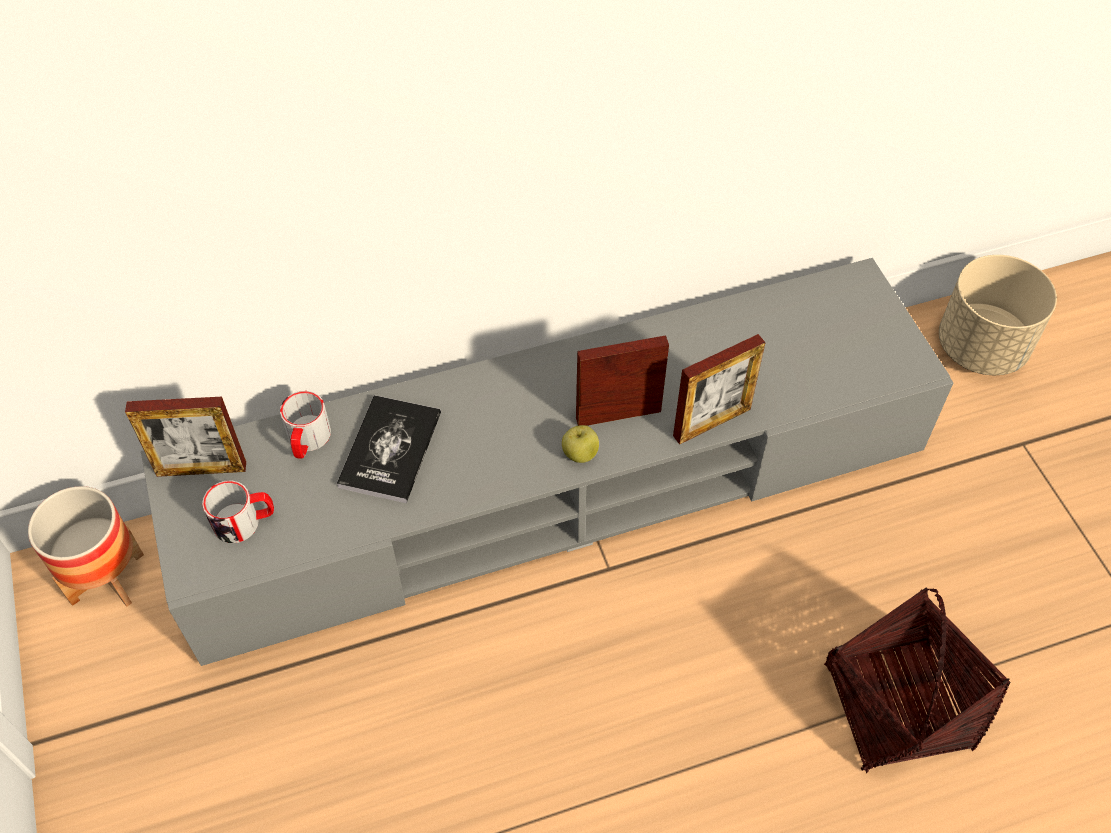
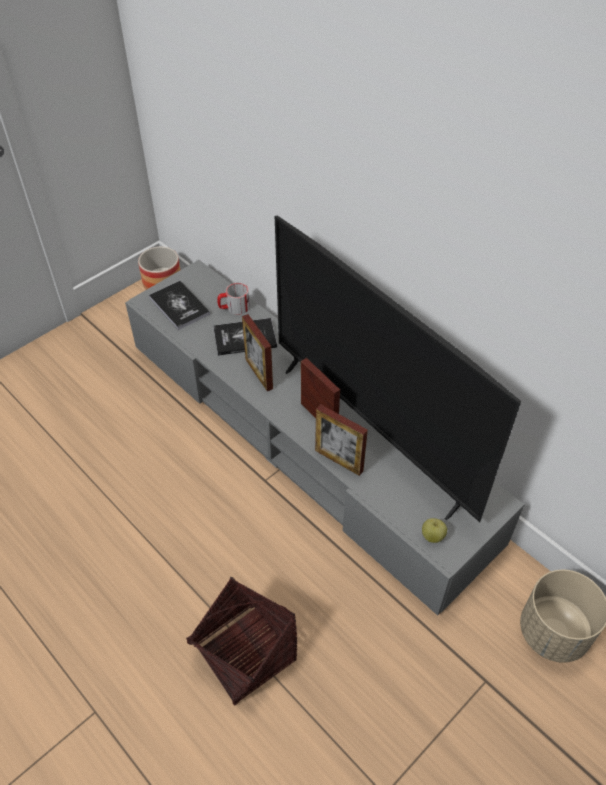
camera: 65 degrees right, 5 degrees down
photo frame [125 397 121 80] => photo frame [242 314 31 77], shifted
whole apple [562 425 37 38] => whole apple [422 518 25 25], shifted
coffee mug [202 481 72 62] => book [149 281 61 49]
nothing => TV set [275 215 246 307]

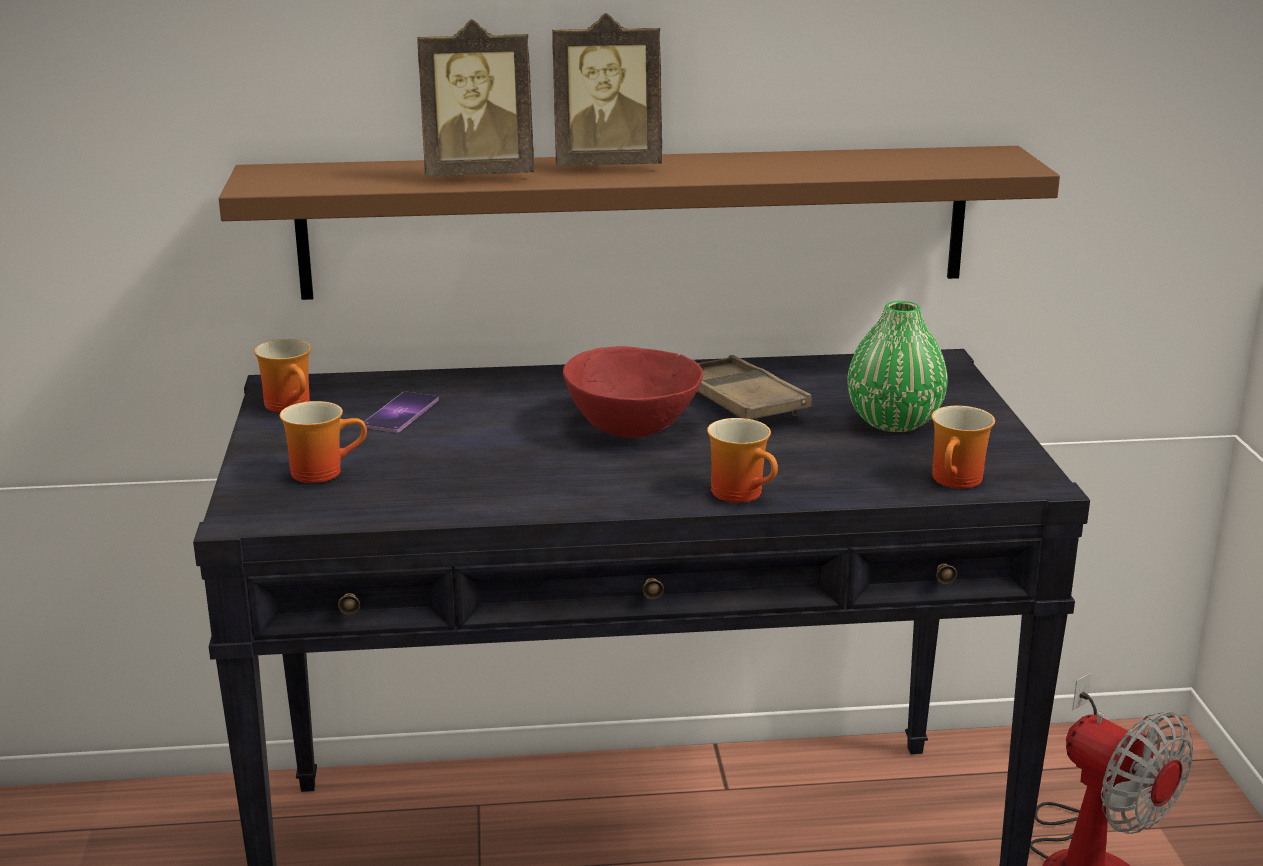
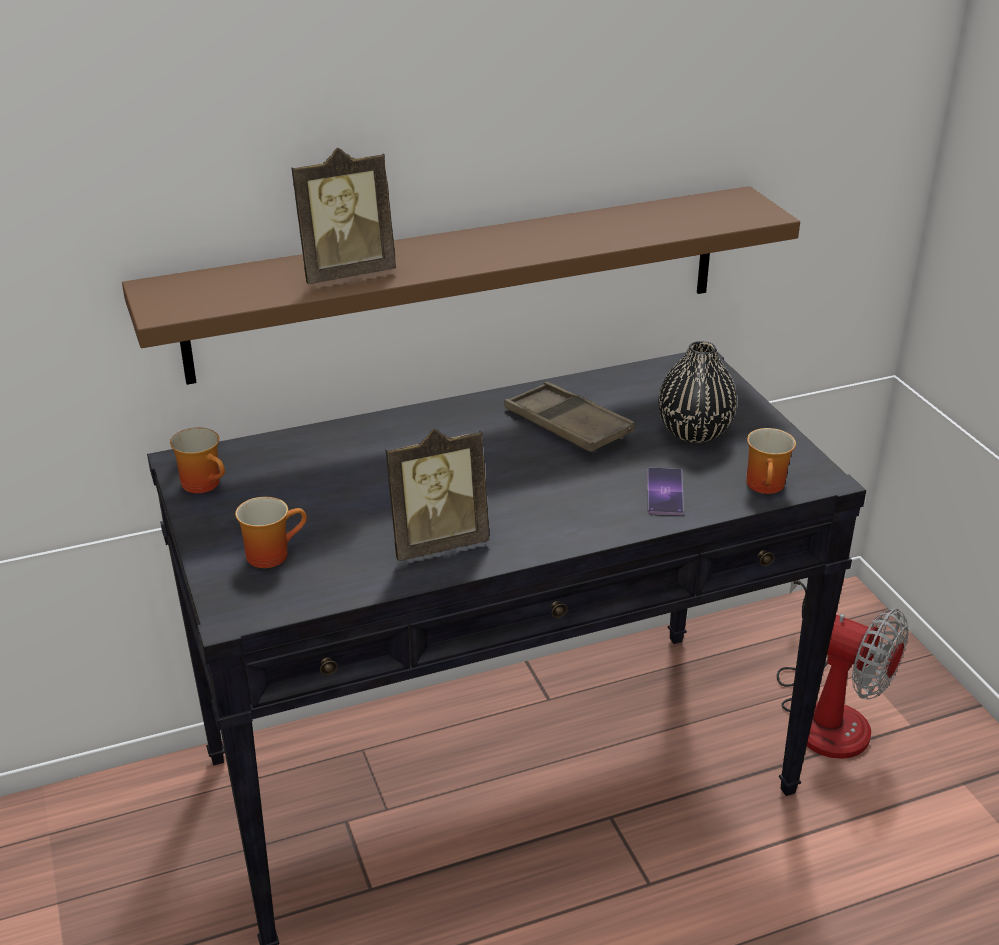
camera: 15 degrees left, 10 degrees up
photo frame [552 13 110 153] => photo frame [385 429 104 132], shifted
green decorative vase [847 301 101 131] => black decorative vase [658 341 79 102]
reddish bowl [563 346 140 92] => nothing
phone [364 391 75 42] => phone [648 468 36 47], shifted
coffee mug [707 418 71 84] => nothing

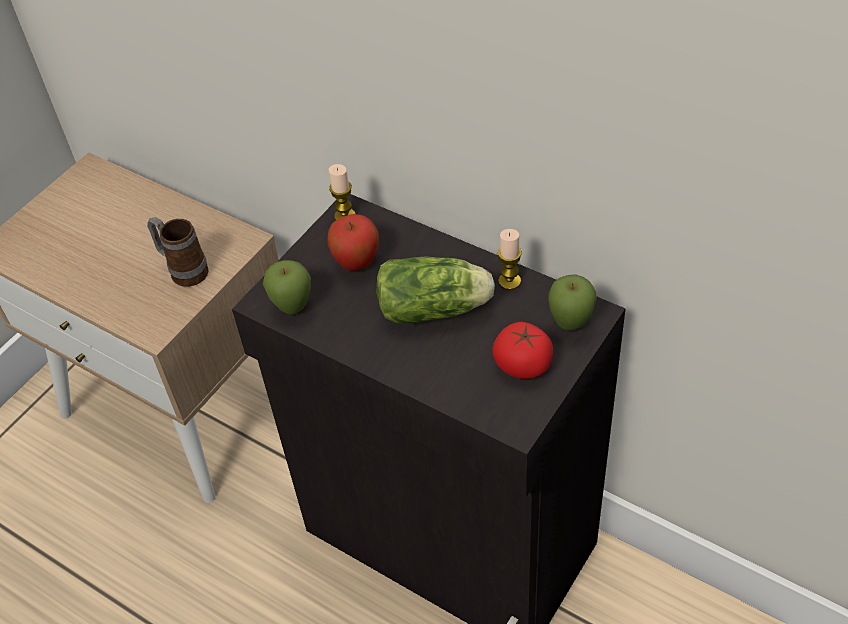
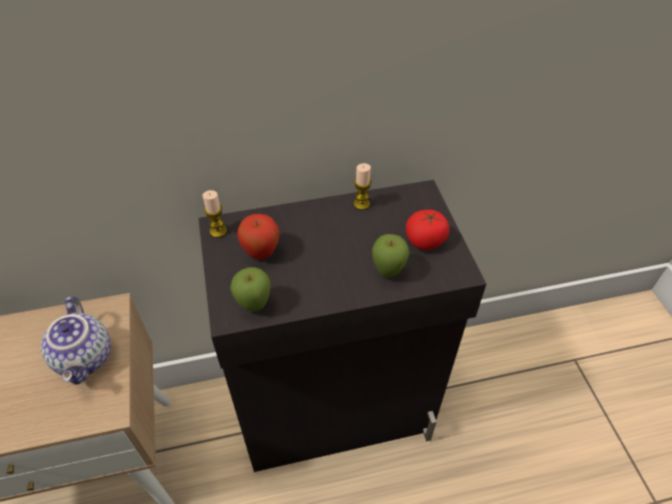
camera: 50 degrees left, 0 degrees up
coffee mug [147 217 62 70] => pot for tea [41 296 70 89]
lettuce [376 256 119 68] => nothing
whole apple [549 274 48 56] => whole apple [372 234 38 43], shifted

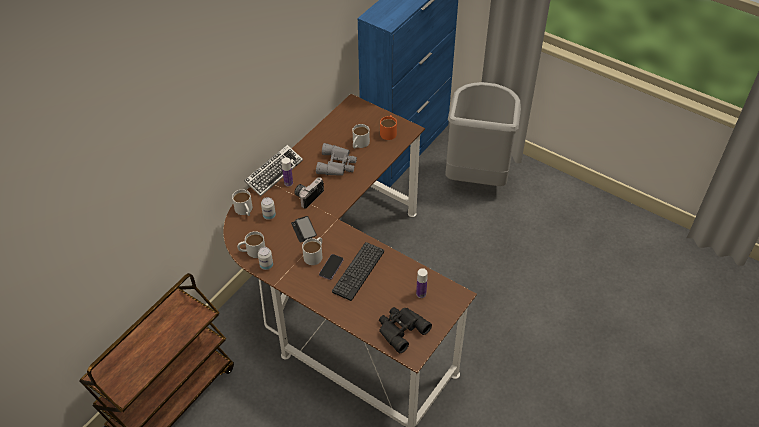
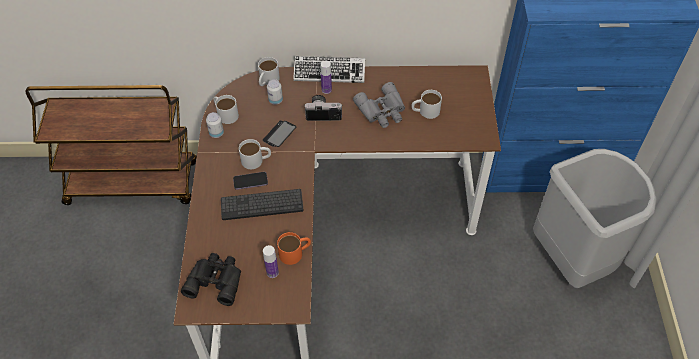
camera: 55 degrees right, 5 degrees up
orange coffee mug [380 115 17 25] => orange coffee mug [277 232 34 33], shifted

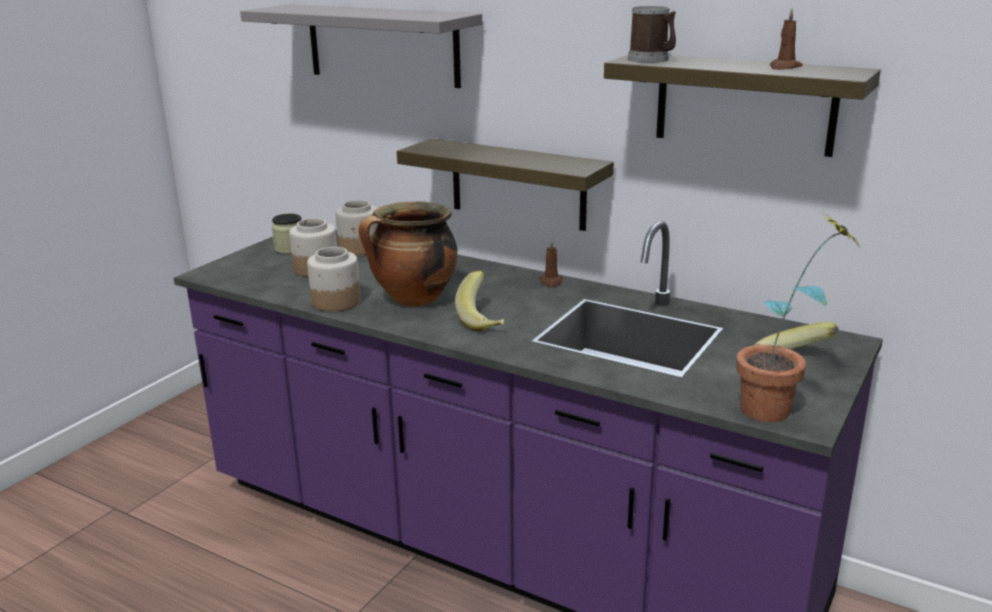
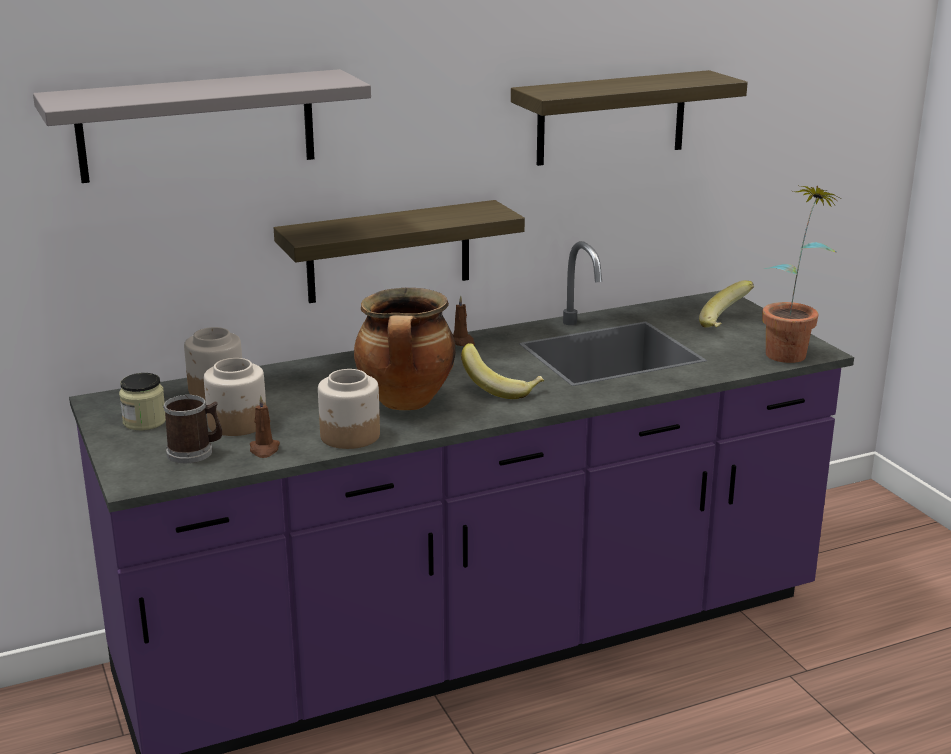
camera: 55 degrees left, 0 degrees up
coffee mug [628 6 48 57] => coffee mug [163 395 59 68], shifted
brownish wax candle [770 8 33 62] => brownish wax candle [250 395 30 63], shifted

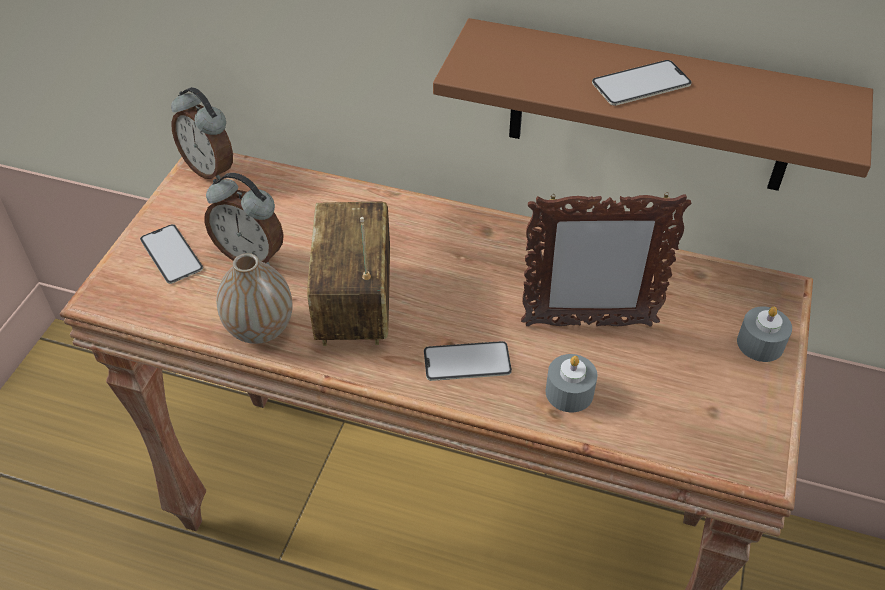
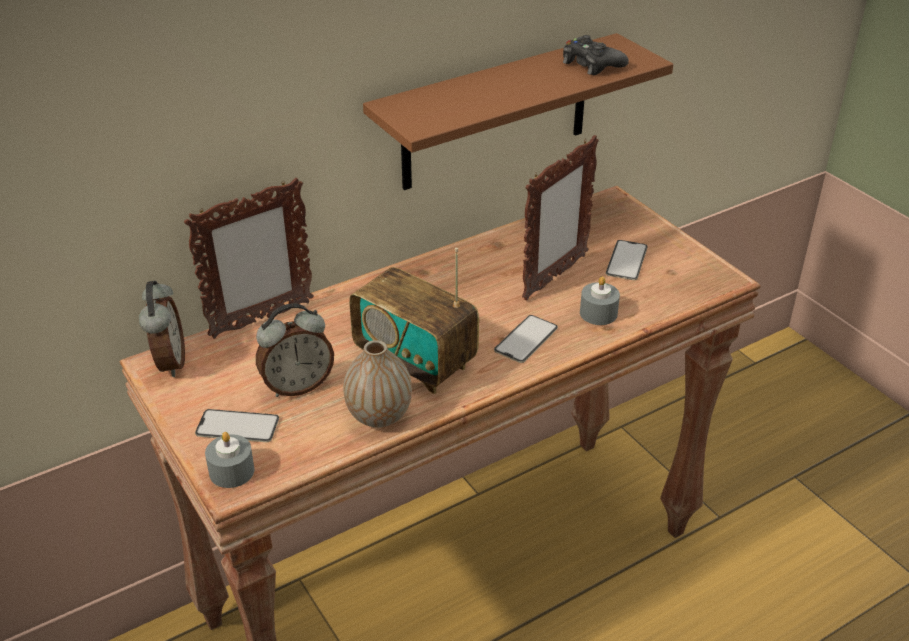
camera: 50 degrees left, 10 degrees down
phone [592 60 100 46] => phone [606 240 42 40], shifted
bedside clock [171 87 62 93] => bedside clock [139 281 46 96], 90 degrees counterclockwise
gray wax candle [737 306 55 56] => gray wax candle [205 432 50 56], shifted
nothing => black gamepad [563 35 66 40]
nothing => photo frame [184 178 130 161]

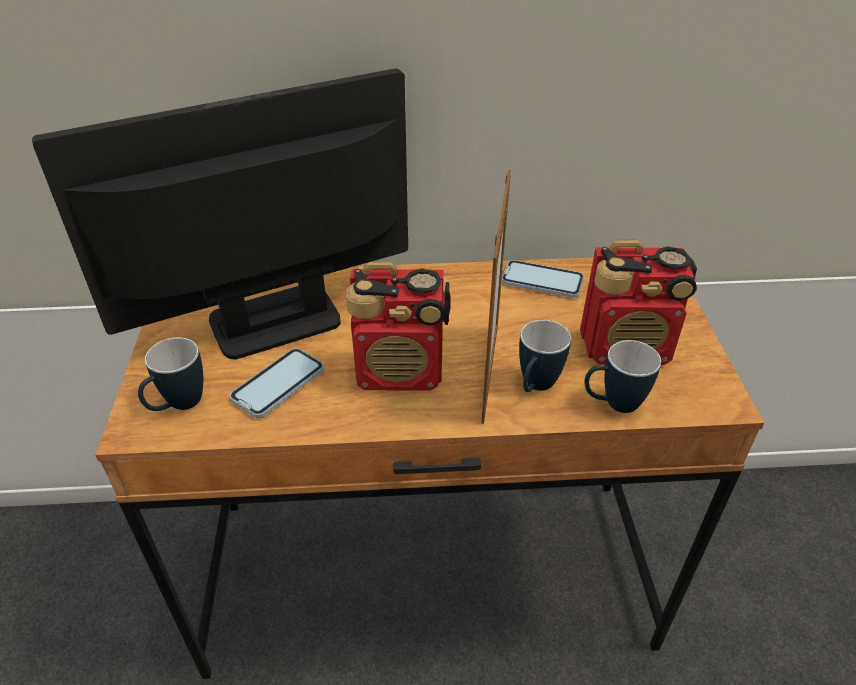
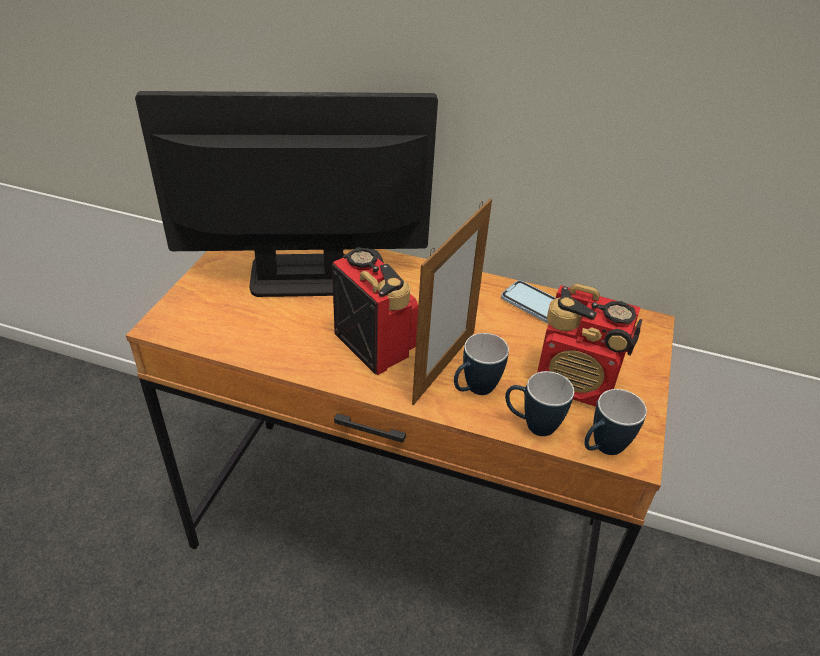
camera: 20 degrees right, 0 degrees up
radio [346 262 105 129] => radio [332 247 86 128], 150 degrees counterclockwise
coffee mug [138 337 65 74] => coffee mug [584 389 63 66], shifted
phone [230 348 94 70] => nothing

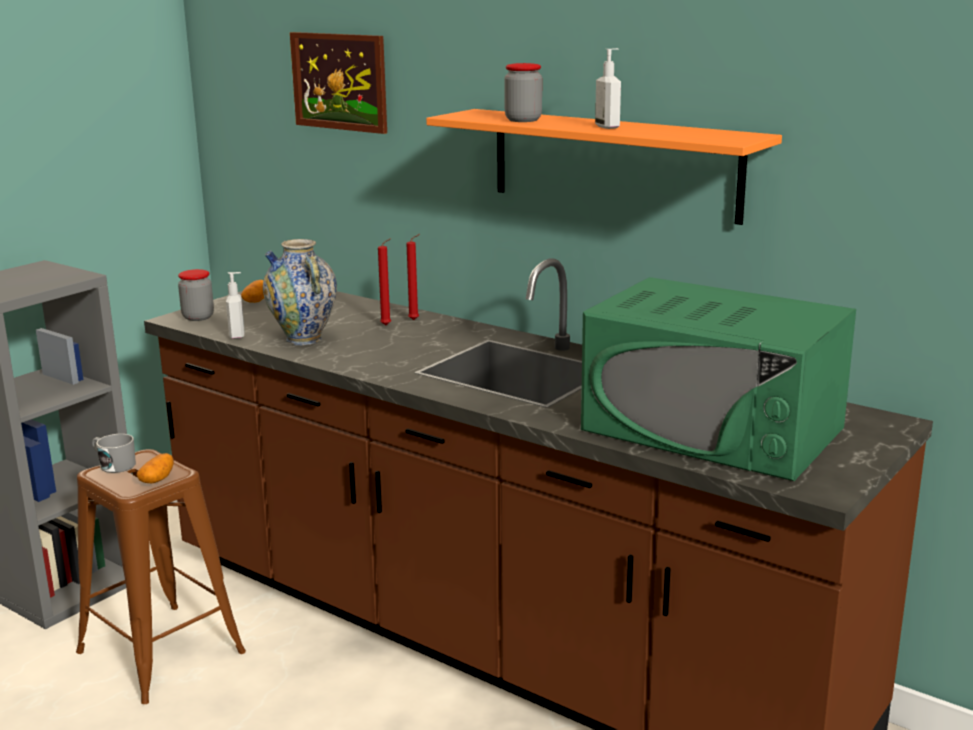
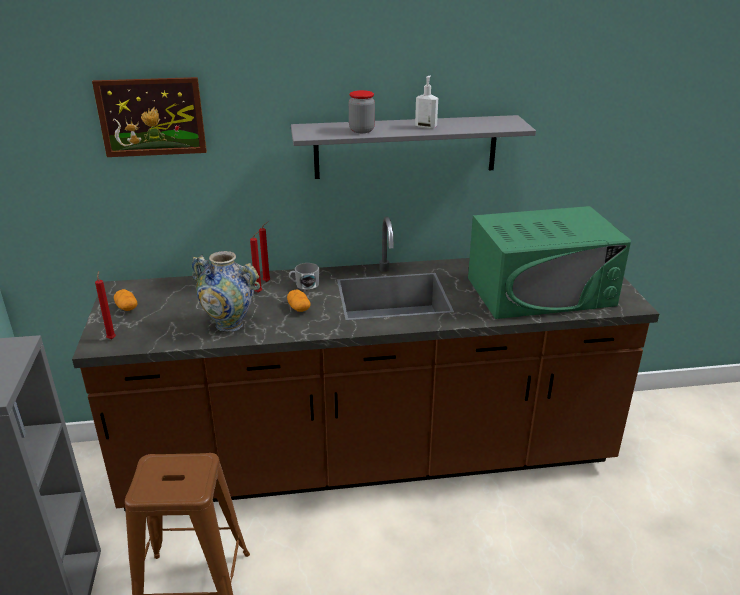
camera: 45 degrees left, 10 degrees up
orange shelf [426 109 356 116] => gray shelf [291 115 245 64]
storage jar [178 269 36 52] => reddish wax candle [95 271 21 68]
liquid soap bottle [226 272 18 67] => nothing
gray coffee mug [92 434 44 39] => gray coffee mug [289 263 30 27], shifted
spud [137 453 37 30] => spud [287 290 23 22], shifted

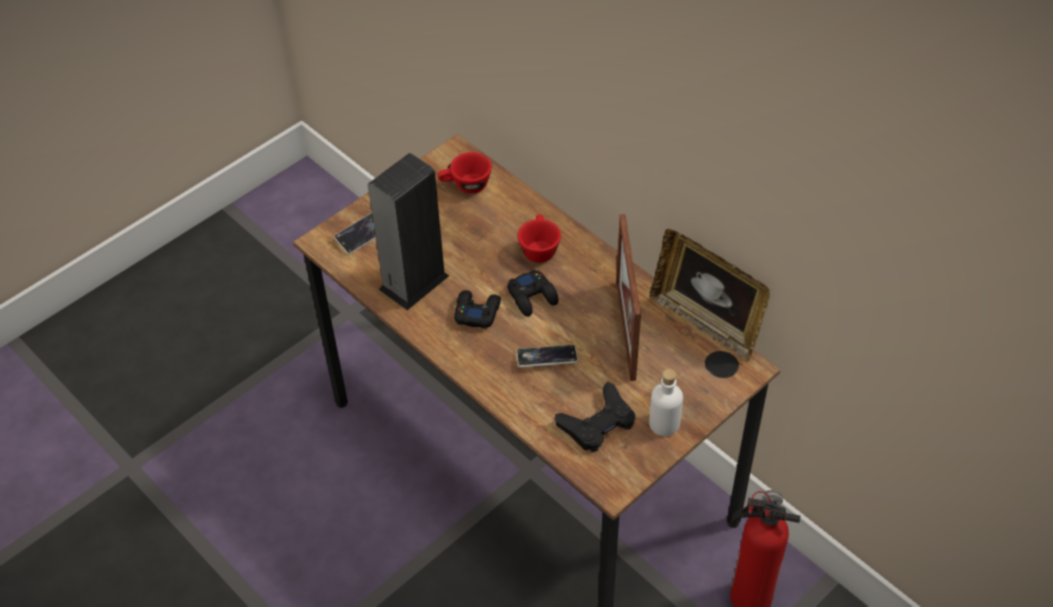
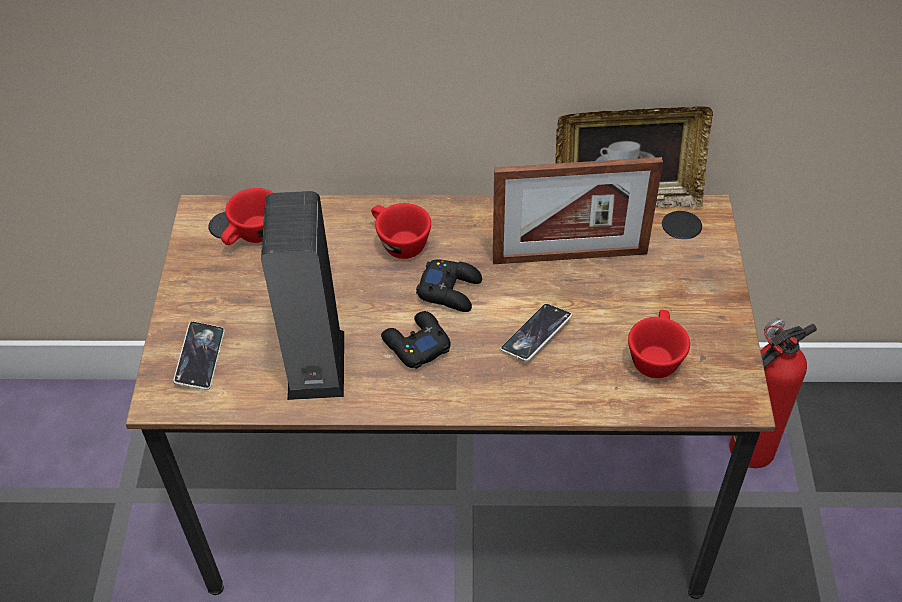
camera: 45 degrees left, 0 degrees up
photo frame [616 214 25 167] => photo frame [493 157 170 107], 45 degrees counterclockwise
whitish bottle [649 369 34 67] => nothing
black gamepad [555 381 81 71] => reddish cup [628 310 62 68]

